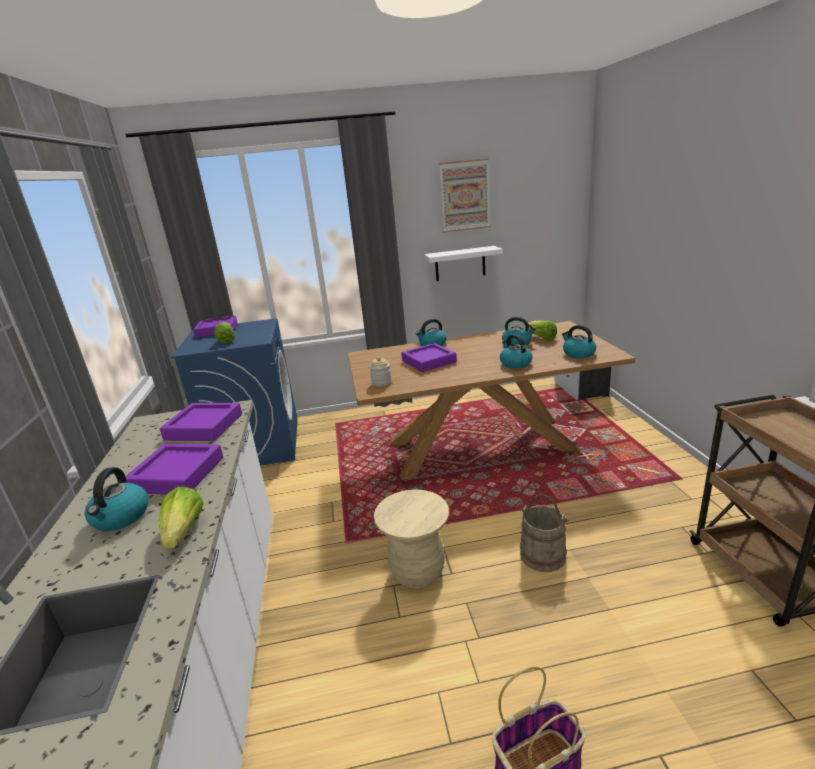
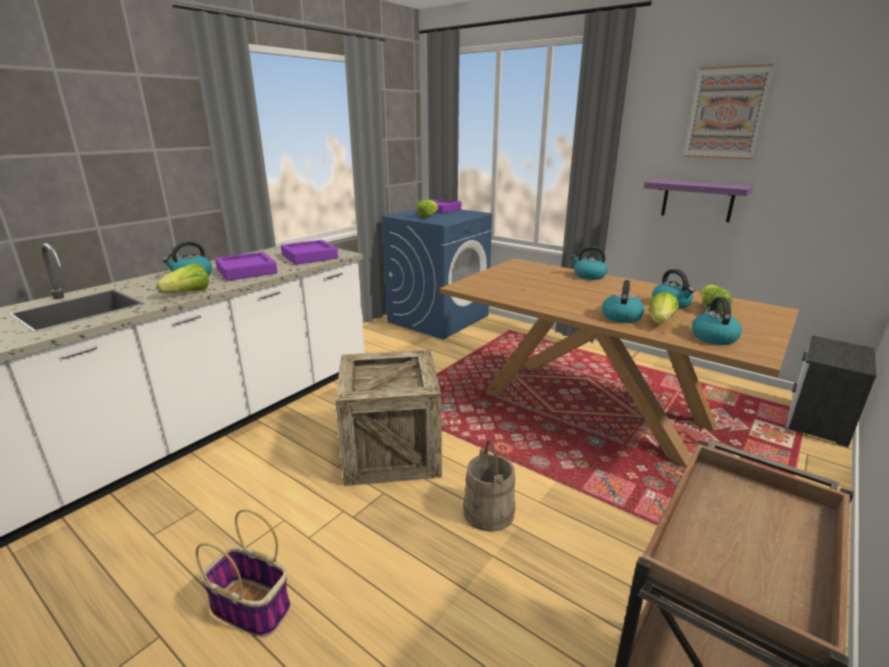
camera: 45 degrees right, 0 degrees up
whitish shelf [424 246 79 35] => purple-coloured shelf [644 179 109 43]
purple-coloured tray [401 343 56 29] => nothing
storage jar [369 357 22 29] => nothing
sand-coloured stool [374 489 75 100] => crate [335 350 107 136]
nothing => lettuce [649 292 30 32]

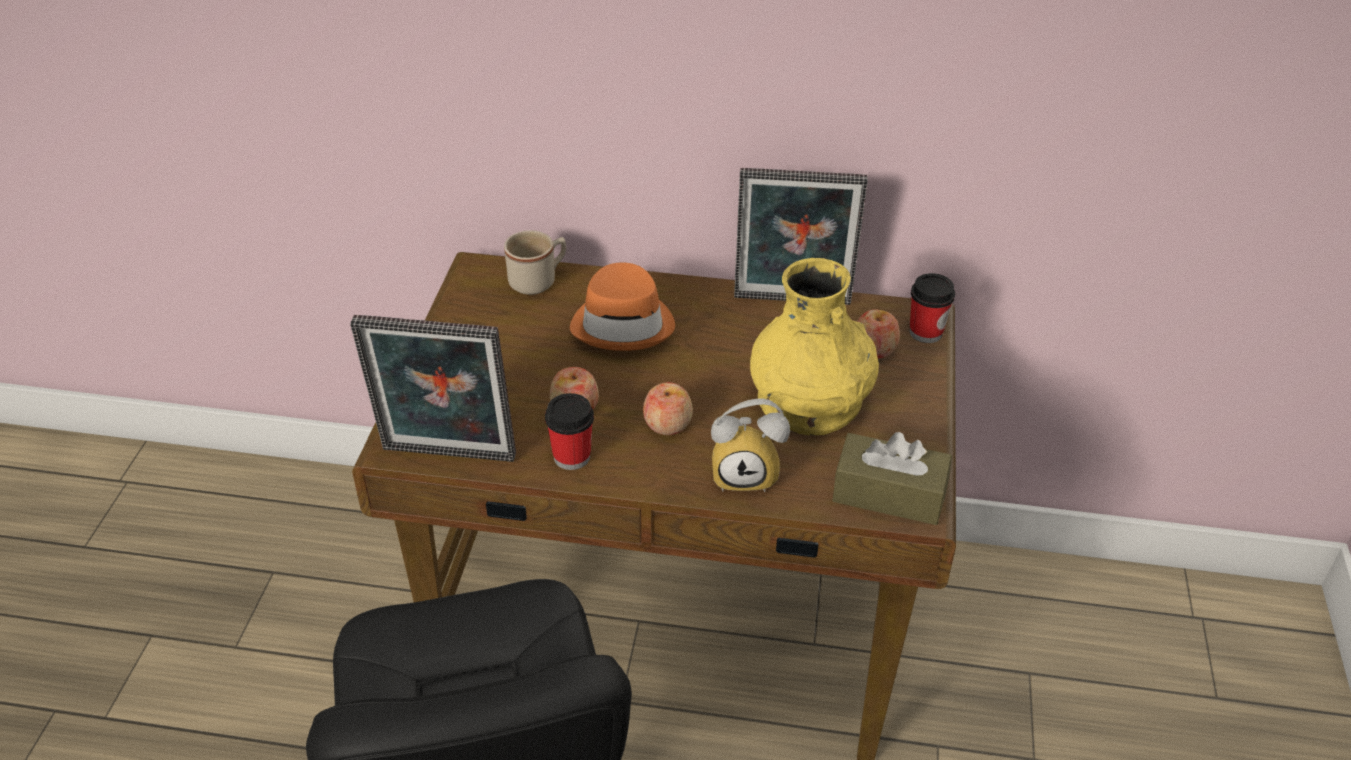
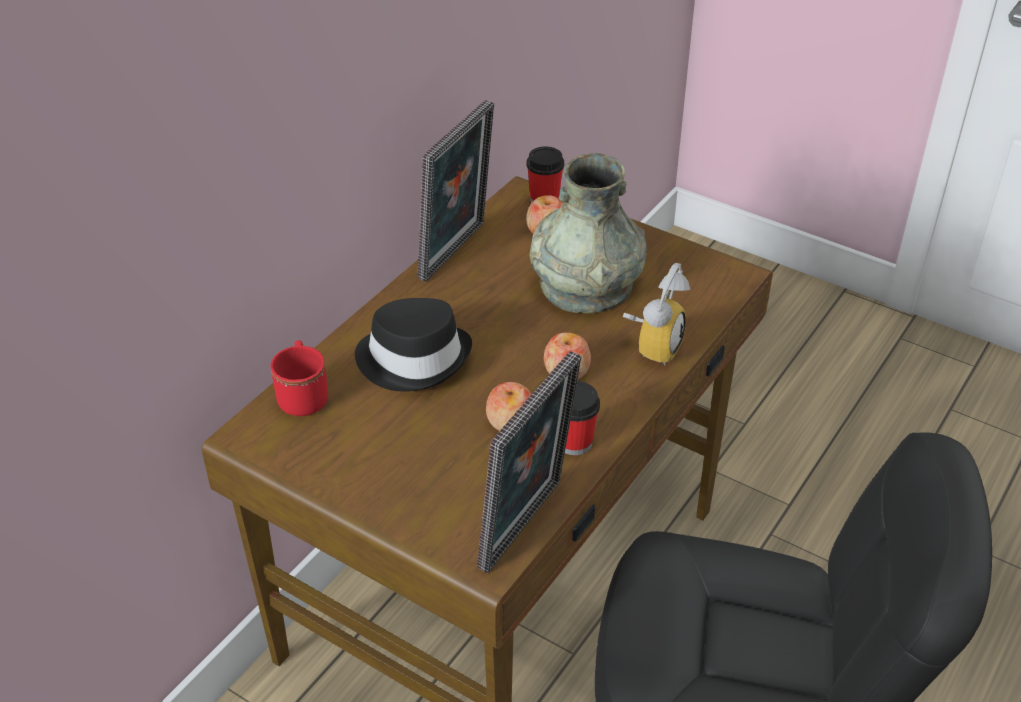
camera: 65 degrees left, 0 degrees up
sand-coloured coffee mug [504 230 62 65] => reddish coffee mug [270 340 58 76]
yellow decorative vase [750 258 129 178] => gray decorative vase [529 153 118 161]
orange wearable hat [570 263 105 88] => black wearable hat [355 298 117 94]
brownish tissue box [832 432 120 93] => nothing

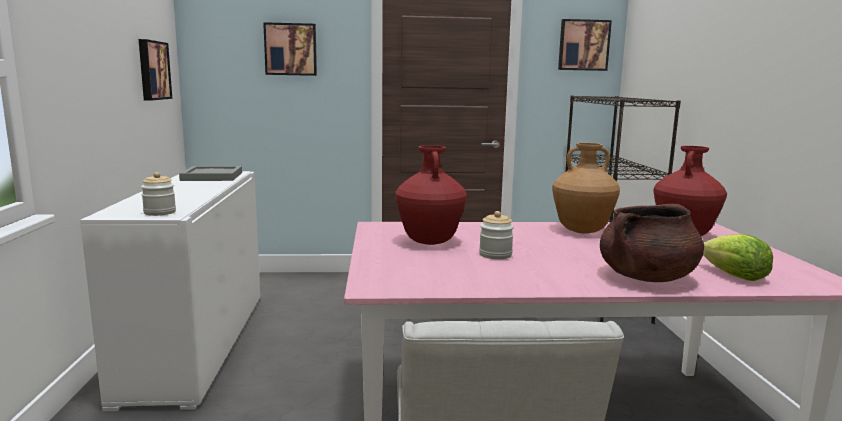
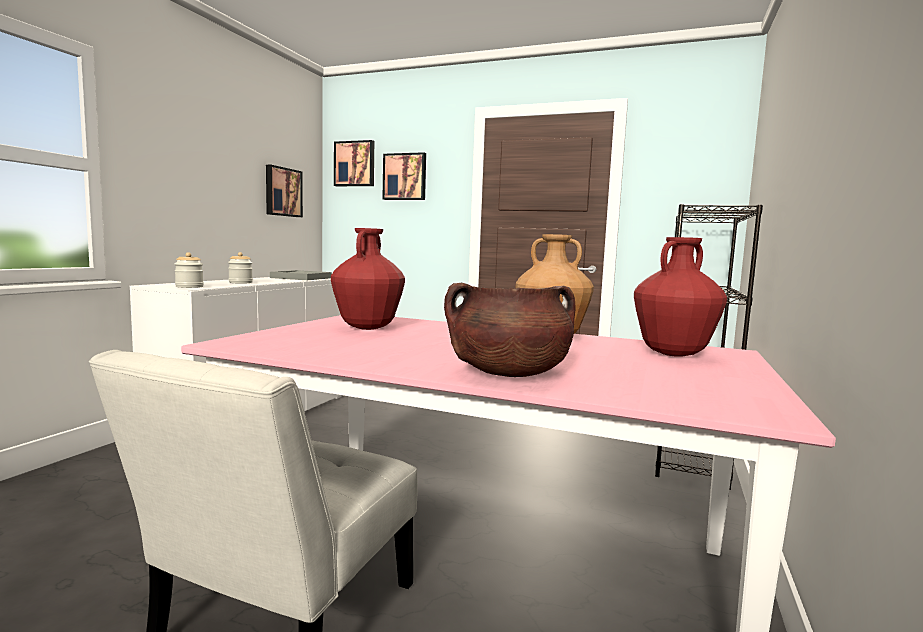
camera: 25 degrees right, 5 degrees down
picture [558 19 54 52] => picture [334 140 40 46], shifted
storage jar [479 211 35 48] => storage jar [228 252 25 32], shifted
lettuce [703 234 70 47] => nothing

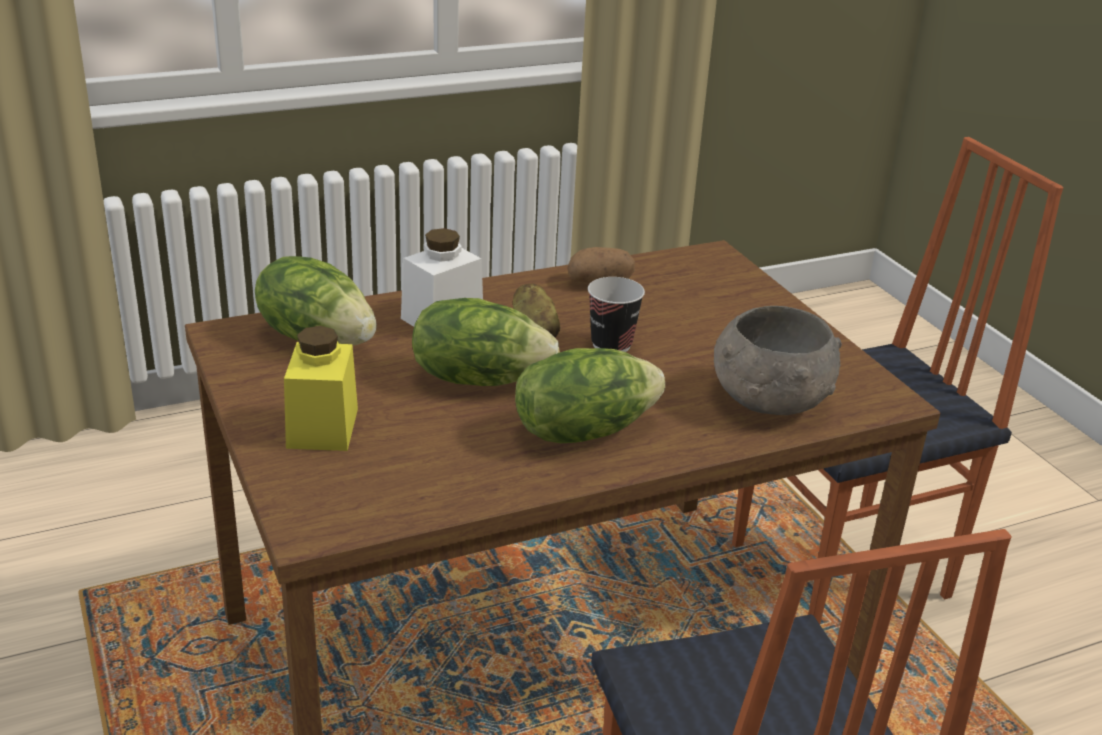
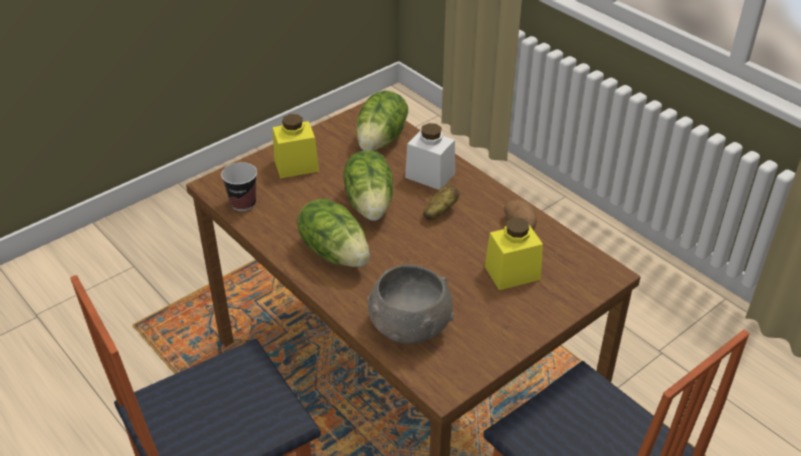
camera: 75 degrees right, 10 degrees up
cup [588 277 57 75] => cup [221 162 36 49], shifted
nothing => yellow storage jar [485 218 58 72]

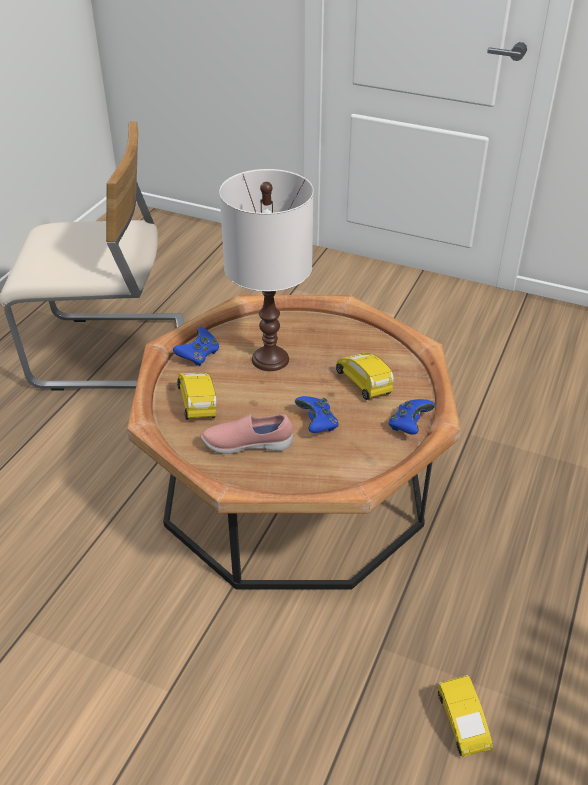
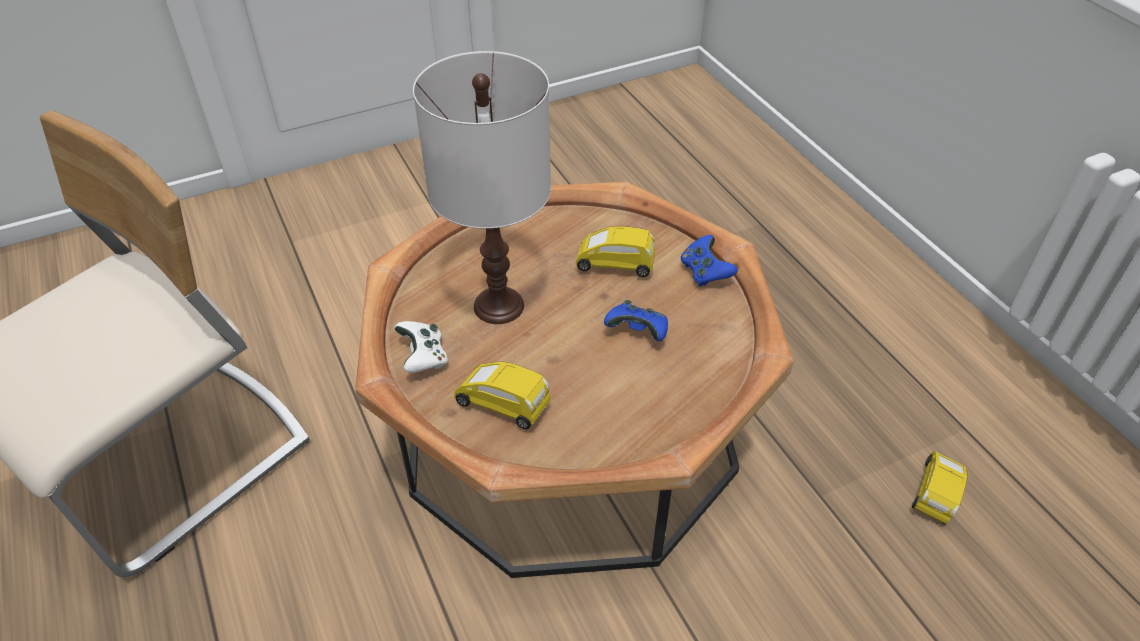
camera: 50 degrees left, 5 degrees up
blue-coloured gamepad [173 327 46 39] => whitish gamepad [395 321 53 52]
pink low shoe [201 414 92 40] => nothing
yellow miniature car [438 675 55 82] => yellow miniature car [912 451 56 74], 90 degrees counterclockwise

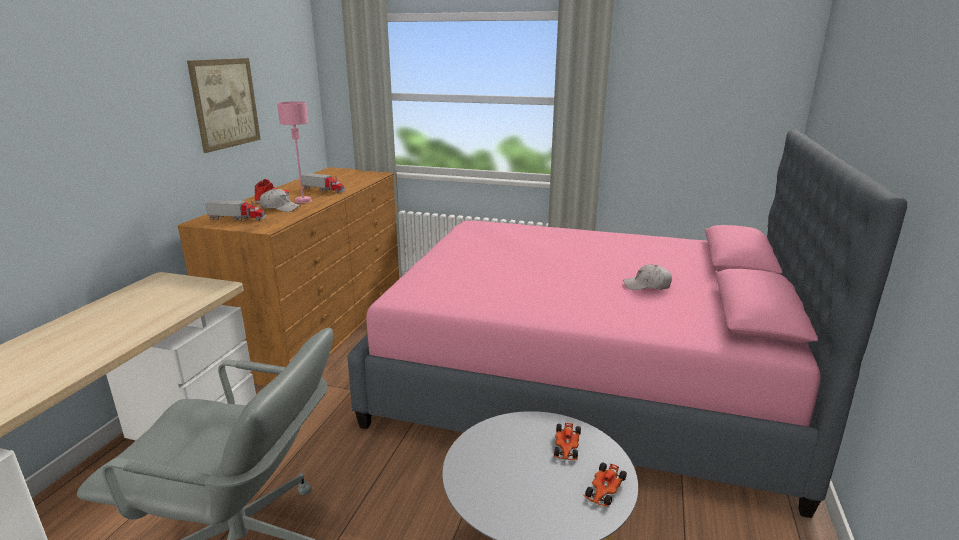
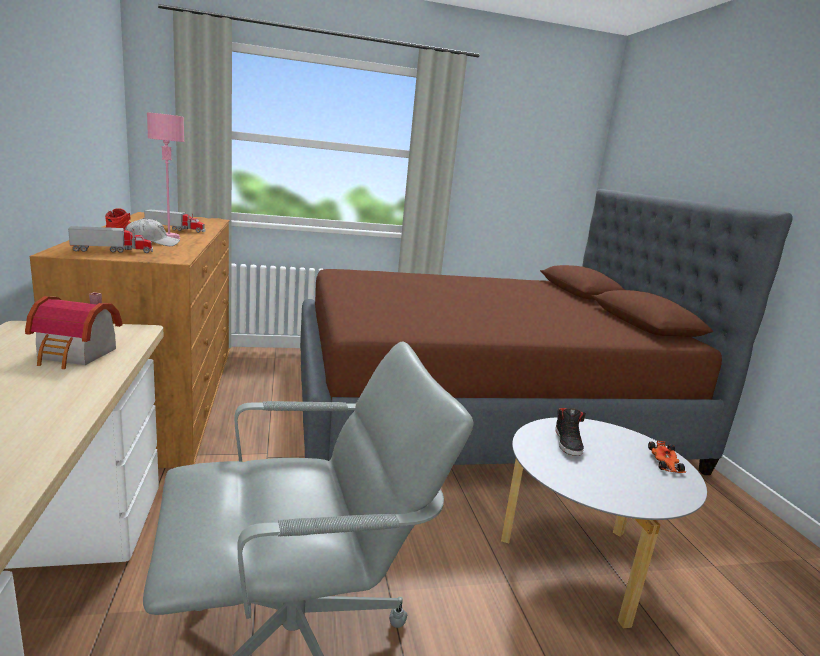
camera: 30 degrees left, 5 degrees down
picture [187 58 74 95] => nothing
pink bed [347 129 561 389] => brownish bed [300 189 493 286]
whitish peaked cap [623 264 49 26] => nothing
miniature car [553 423 28 37] => nothing
nothing => toy house [25 292 97 77]
nothing => black low shoe [555 408 31 48]

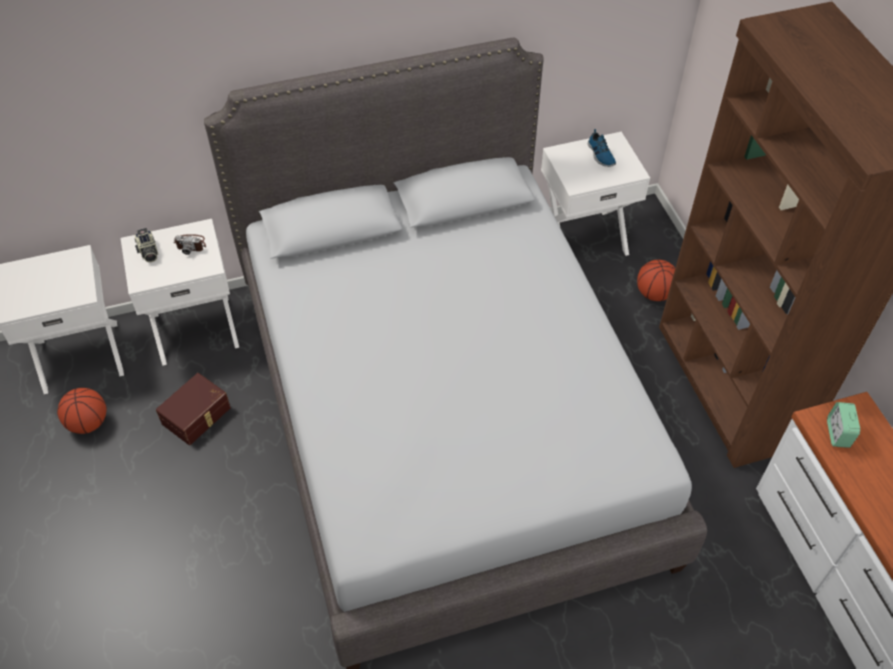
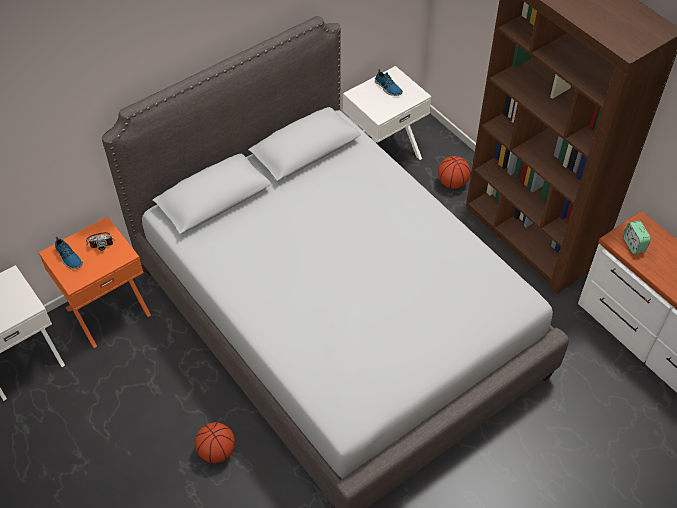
camera: 20 degrees left, 0 degrees up
whitish nightstand [121 219 118 147] => orange nightstand [39 217 112 131]
photo camera [135 228 24 34] => low shoe [55 237 28 32]
brownish storage container [156 373 75 72] => nothing
ball for basketball [57 388 50 46] => ball for basketball [195 422 40 41], shifted

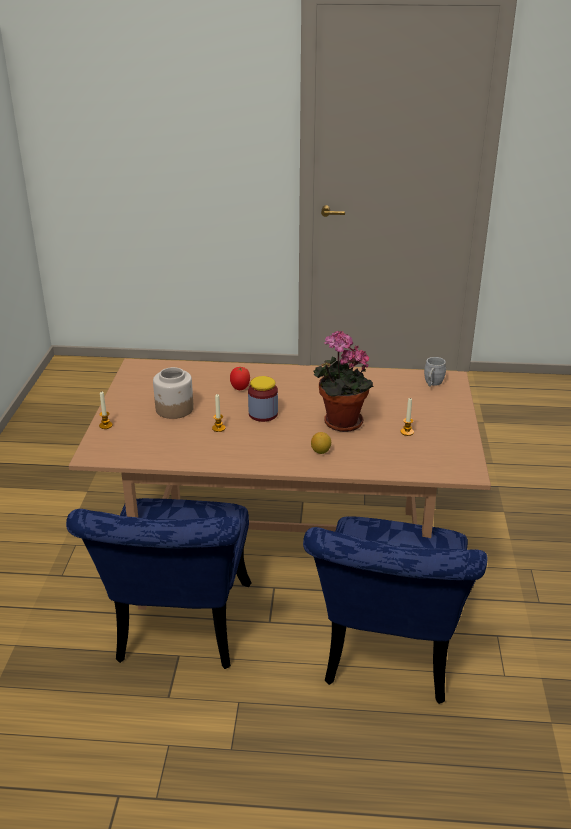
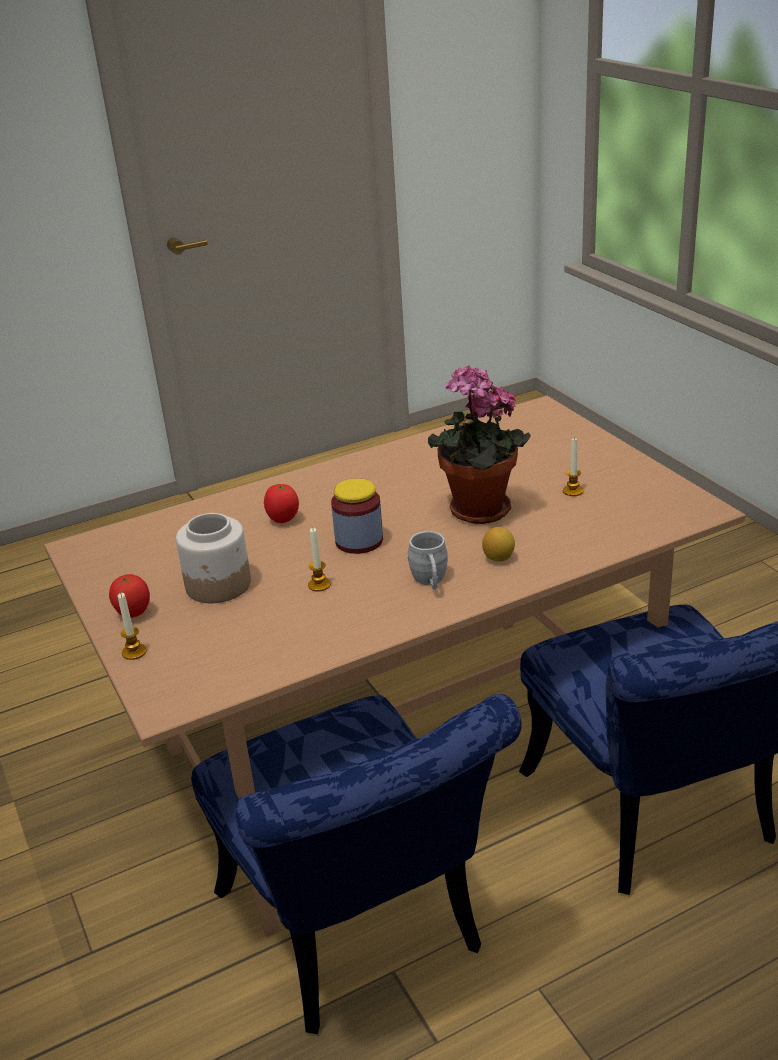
camera: 30 degrees left, 0 degrees up
gray coffee mug [424 357 22 30] => gray coffee mug [407 531 41 58], shifted
nothing => tomato [109 574 41 44]

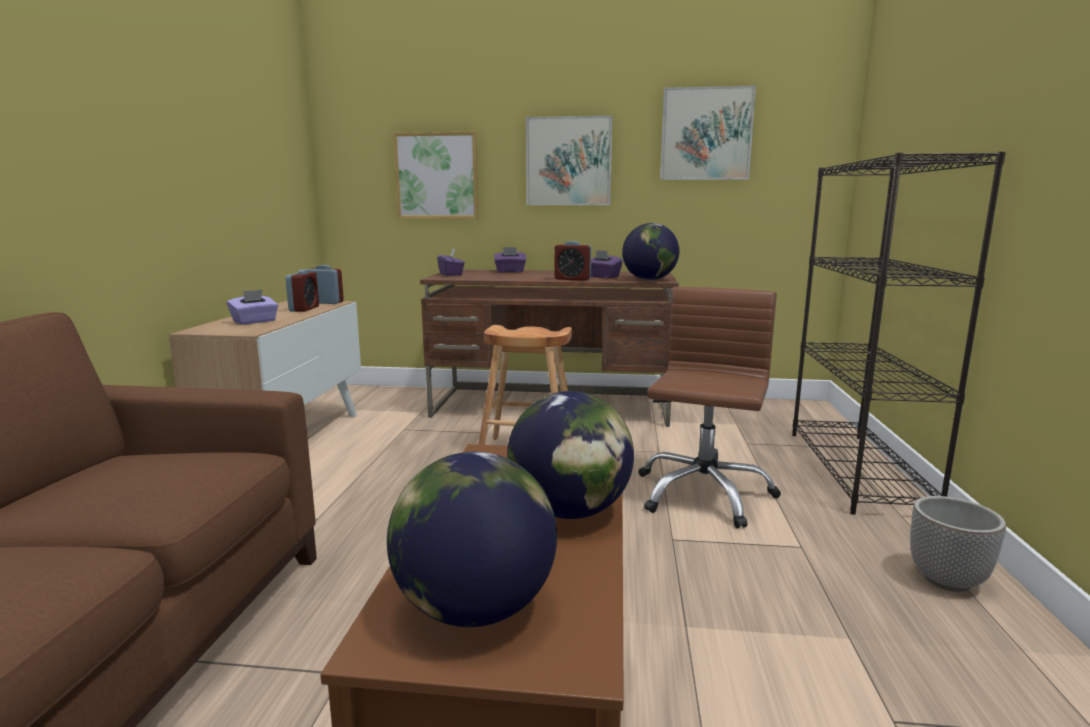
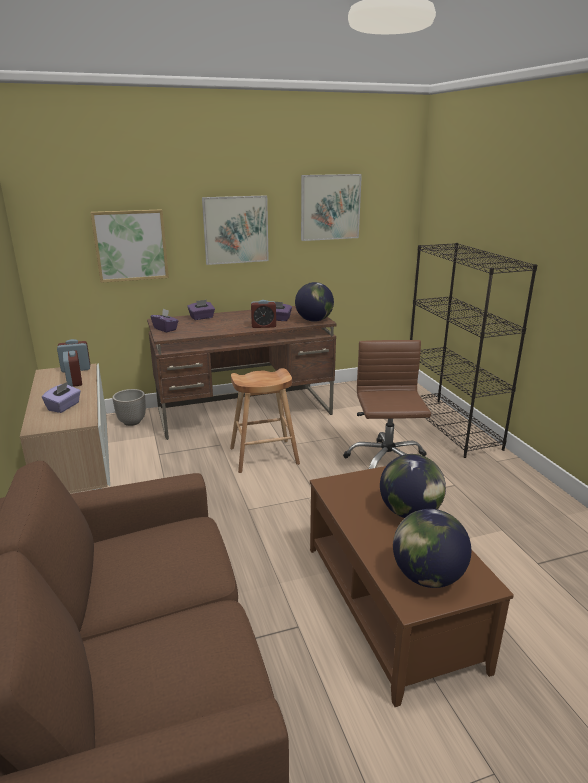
camera: 25 degrees left, 10 degrees up
flower pot [910 496 96 96] => flower pot [113 389 33 37], shifted

